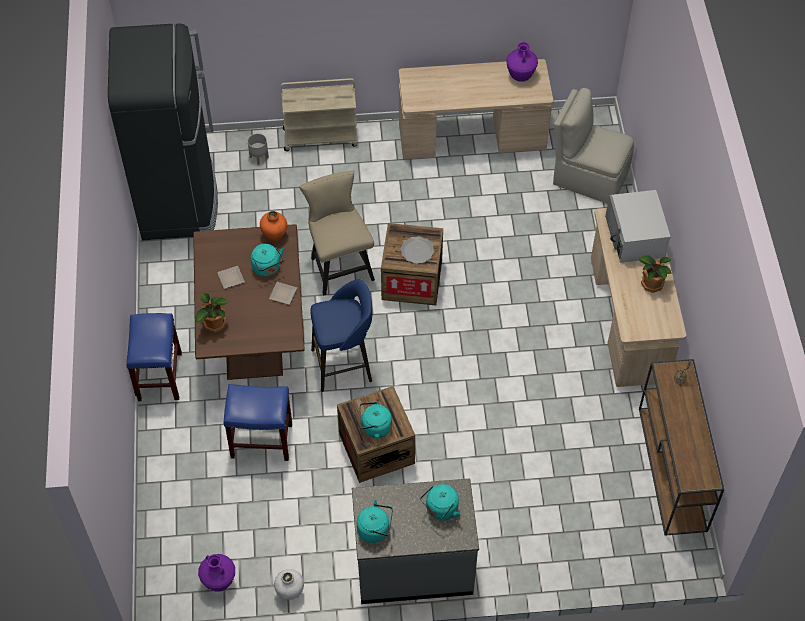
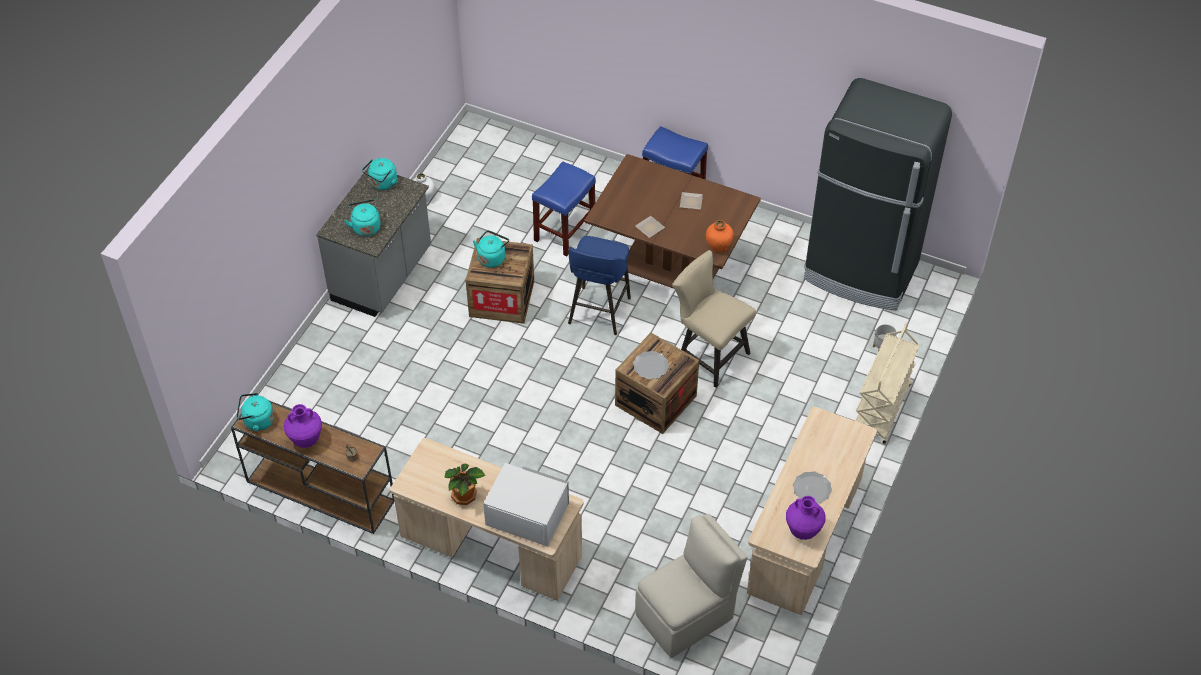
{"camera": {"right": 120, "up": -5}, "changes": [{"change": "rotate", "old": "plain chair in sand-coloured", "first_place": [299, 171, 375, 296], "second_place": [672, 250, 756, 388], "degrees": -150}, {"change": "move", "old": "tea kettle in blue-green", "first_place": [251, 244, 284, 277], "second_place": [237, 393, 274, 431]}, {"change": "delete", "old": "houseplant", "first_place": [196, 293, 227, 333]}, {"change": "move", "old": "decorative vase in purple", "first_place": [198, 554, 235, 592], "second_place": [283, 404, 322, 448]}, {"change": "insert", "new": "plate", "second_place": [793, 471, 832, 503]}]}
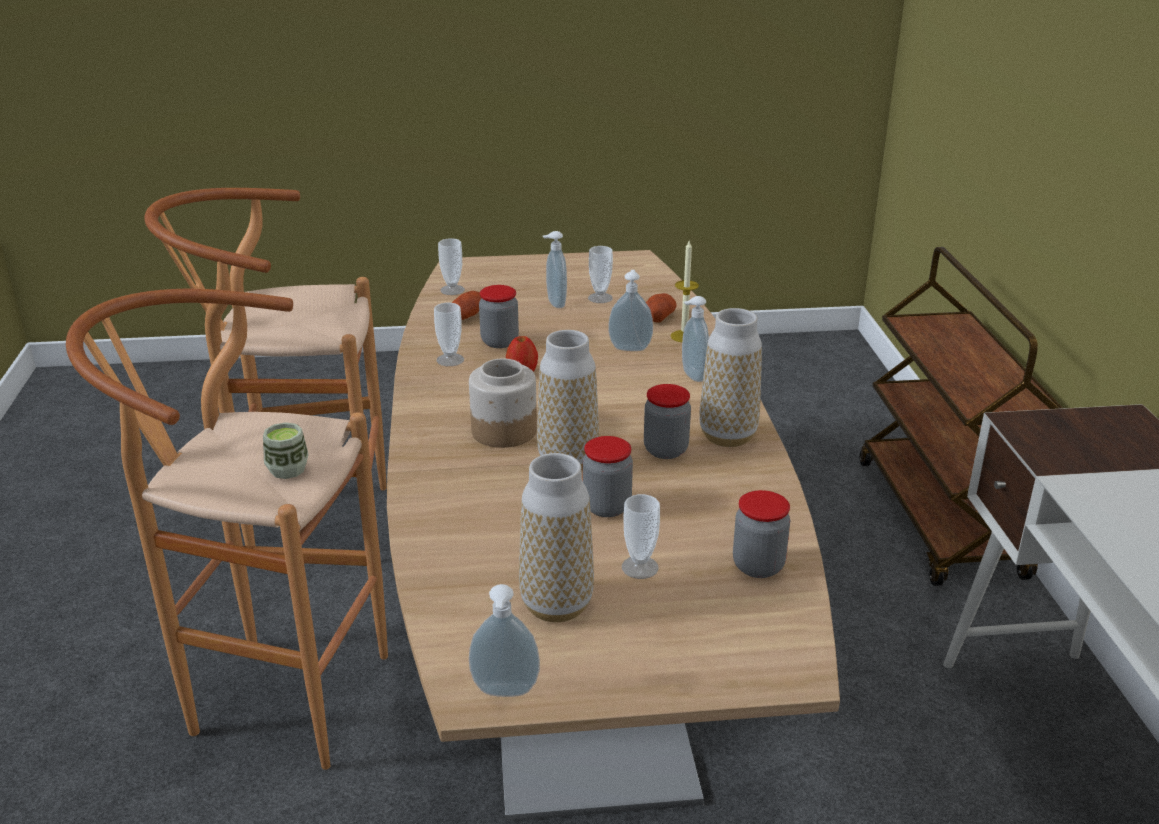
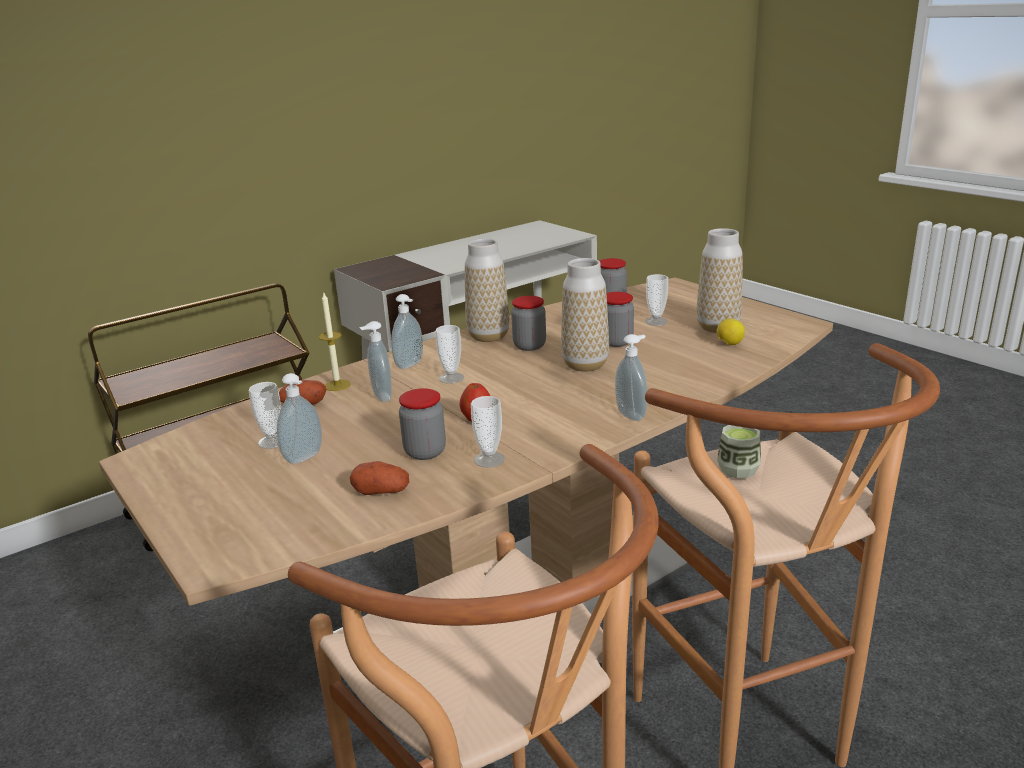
{"camera": {"right": -120, "up": -5}, "changes": [{"change": "move", "old": "small cup", "first_place": [438, 238, 465, 295], "second_place": [435, 325, 464, 384]}, {"change": "delete", "old": "storage jar", "first_place": [469, 358, 537, 448]}, {"change": "move", "old": "soap dispenser", "first_place": [469, 584, 540, 697], "second_place": [615, 334, 647, 421]}, {"change": "insert", "new": "lemon", "second_place": [716, 318, 745, 345]}]}
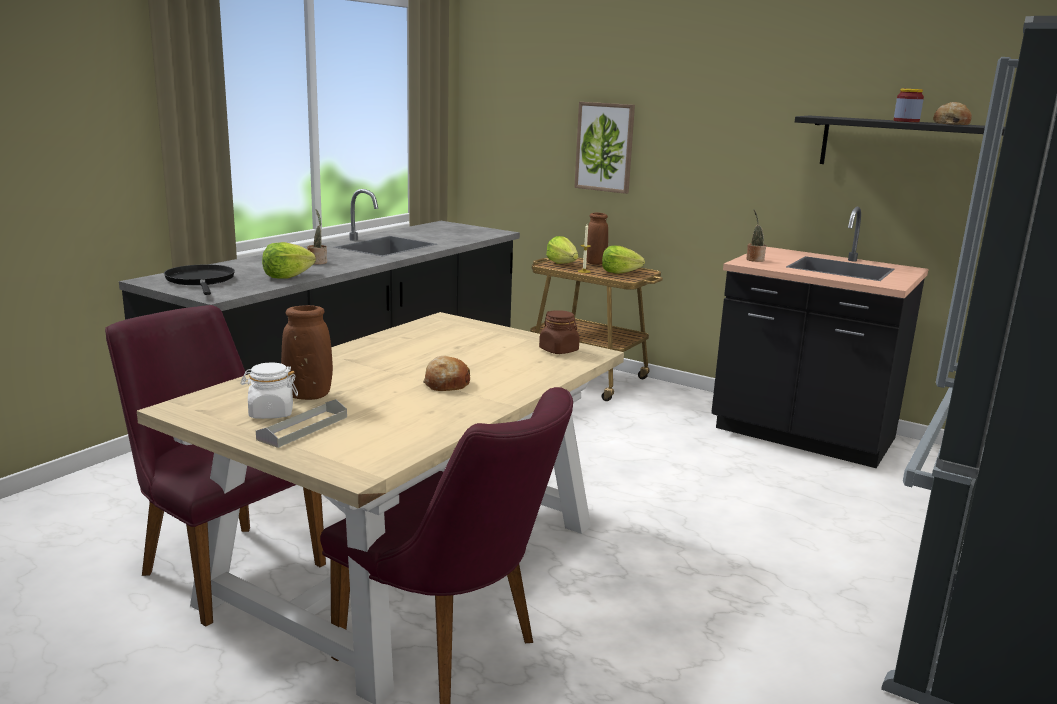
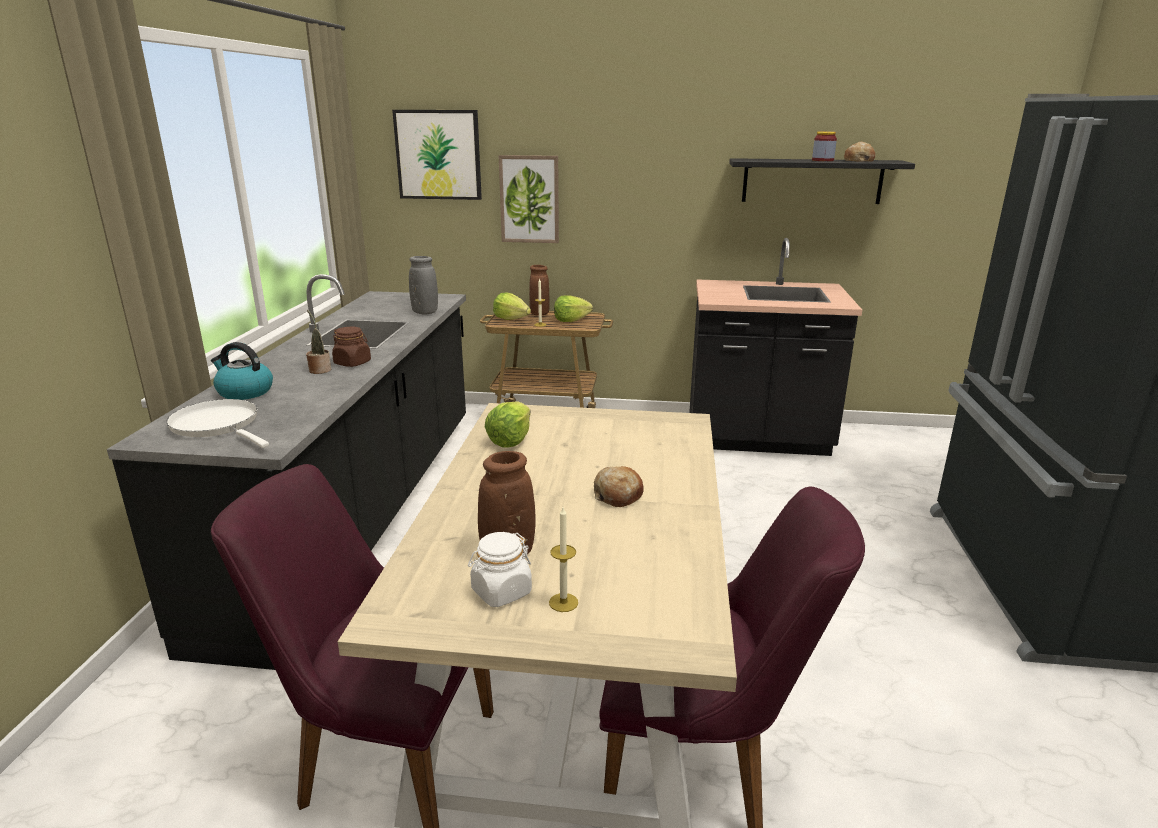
{"camera": {"right": -25, "up": 5}, "changes": [{"change": "delete", "old": "houseplant", "first_place": [746, 209, 766, 262]}, {"change": "move", "old": "lettuce", "first_place": [262, 242, 316, 279], "second_place": [485, 401, 531, 448]}, {"change": "recolor", "old": "skillet in black", "new": "skillet in white", "first_place": [164, 265, 235, 295], "second_place": [166, 399, 269, 448]}, {"change": "move", "old": "storage jar in brown", "first_place": [539, 310, 580, 354], "second_place": [332, 327, 371, 367]}, {"change": "replace", "old": "tray in greyish", "new": "wax candle", "first_place": [256, 399, 347, 448], "second_place": [549, 507, 578, 612]}, {"change": "insert", "new": "picture", "second_place": [392, 110, 482, 200]}, {"change": "insert", "new": "decorative vase in greyish", "second_place": [409, 256, 438, 315]}, {"change": "insert", "new": "tea kettle", "second_place": [211, 342, 273, 400]}]}
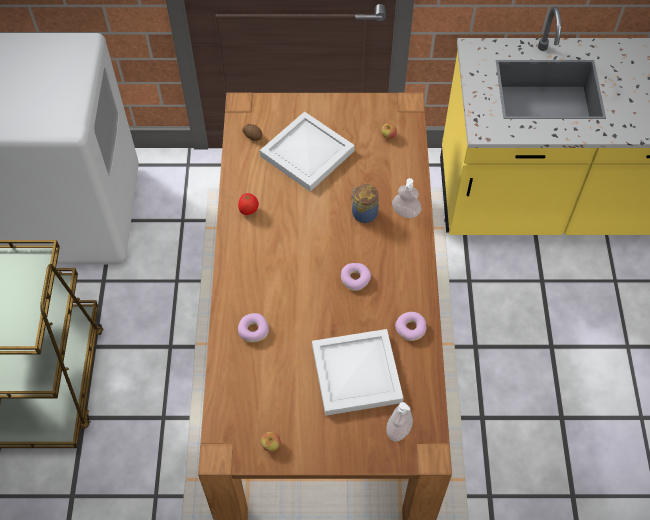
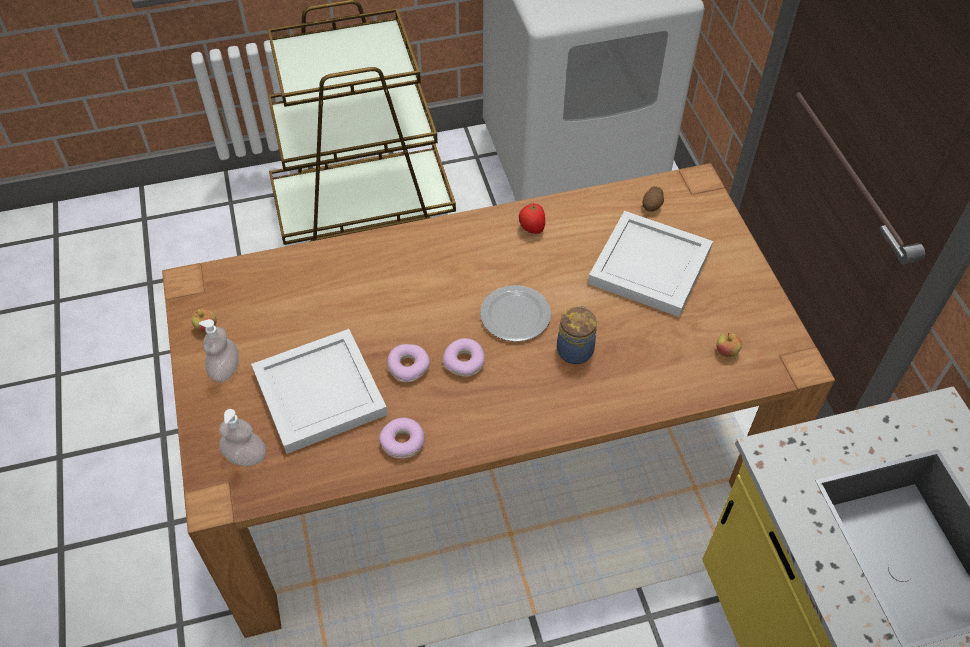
{"camera": {"right": 75, "up": -5}, "changes": [{"change": "move", "old": "soap dispenser", "first_place": [392, 178, 422, 218], "second_place": [199, 319, 239, 382]}, {"change": "move", "old": "donut", "first_place": [238, 313, 269, 342], "second_place": [387, 344, 430, 383]}, {"change": "insert", "new": "plate", "second_place": [480, 285, 551, 342]}]}
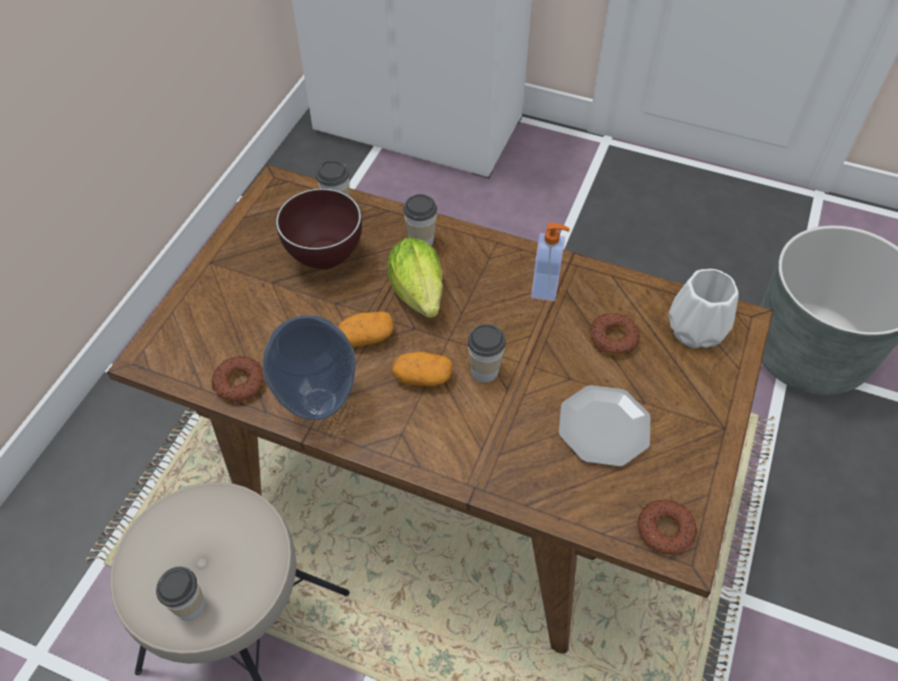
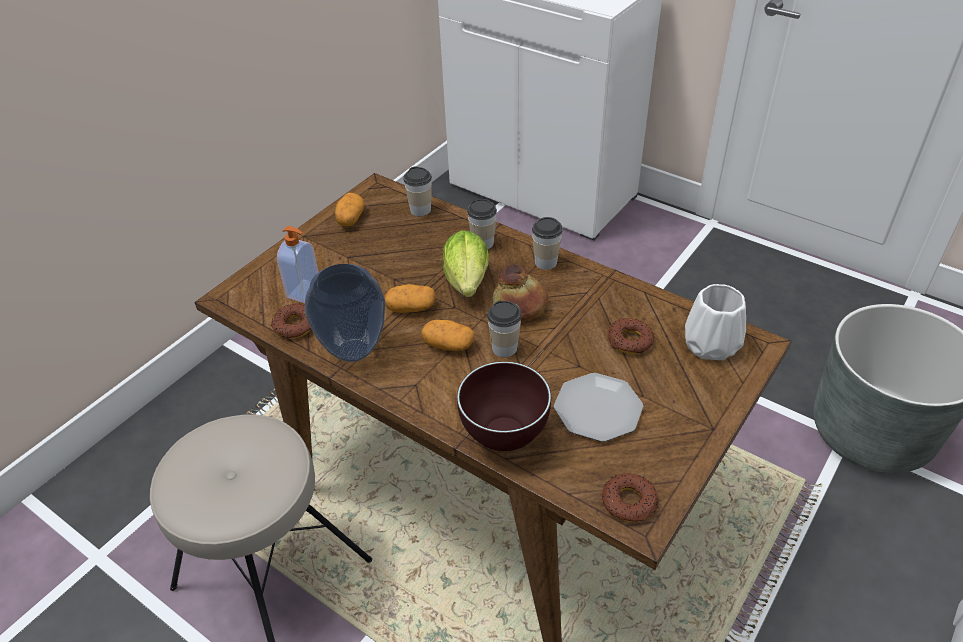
{"camera": {"right": 15, "up": -10}, "changes": [{"change": "move", "old": "deep dish in brown", "first_place": [276, 188, 362, 269], "second_place": [457, 362, 551, 451]}, {"change": "move", "old": "soap dispenser", "first_place": [531, 223, 570, 302], "second_place": [277, 226, 318, 303]}, {"change": "move", "old": "small cup", "first_place": [156, 567, 205, 621], "second_place": [532, 217, 563, 270]}, {"change": "insert", "new": "potato", "second_place": [335, 193, 364, 226]}, {"change": "insert", "new": "bakery bread", "second_place": [492, 264, 548, 321]}]}
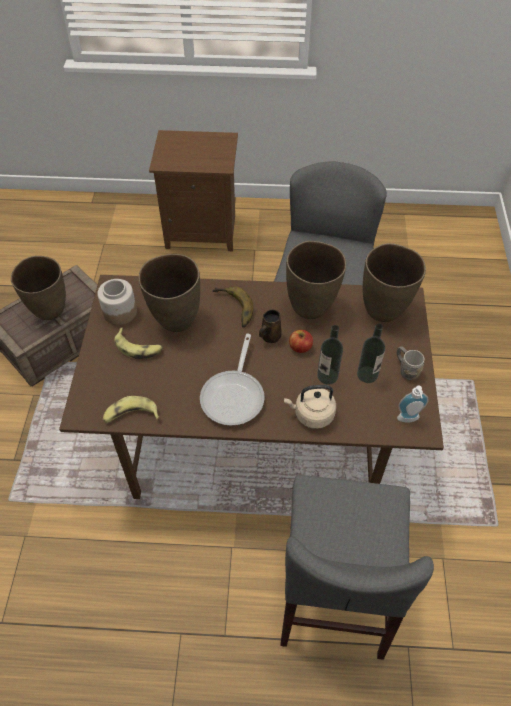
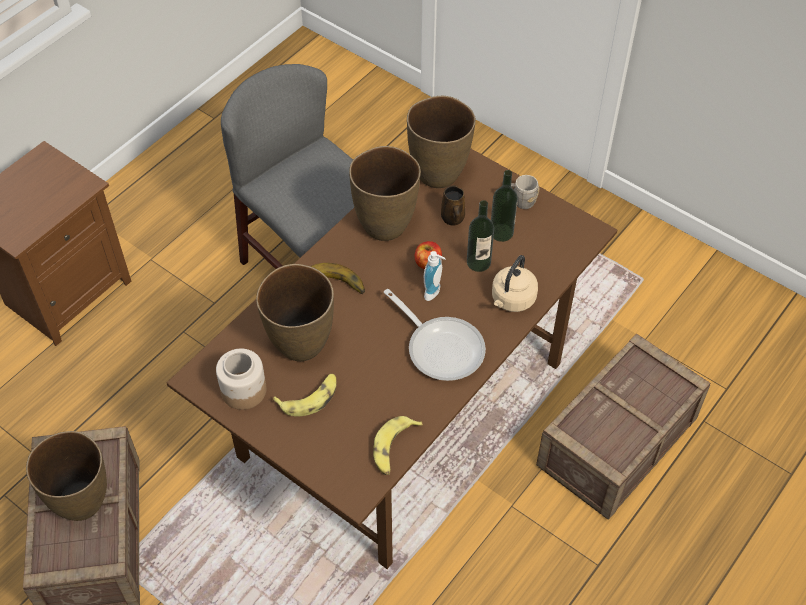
{"camera": {"right": -55, "up": 0}, "changes": [{"change": "move", "old": "coffee mug in brown", "first_place": [259, 309, 282, 343], "second_place": [441, 185, 465, 226]}, {"change": "move", "old": "soap dispenser", "first_place": [397, 385, 429, 423], "second_place": [424, 251, 446, 301]}, {"change": "replace", "old": "plain chair in greyish", "new": "packing crate", "first_place": [280, 475, 434, 660], "second_place": [536, 333, 710, 520]}]}
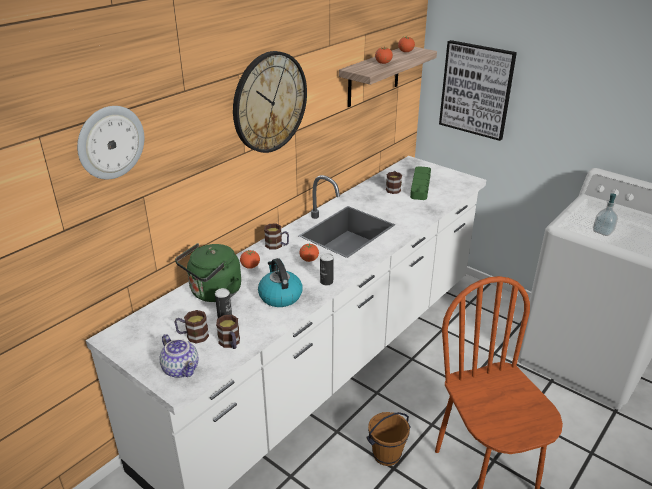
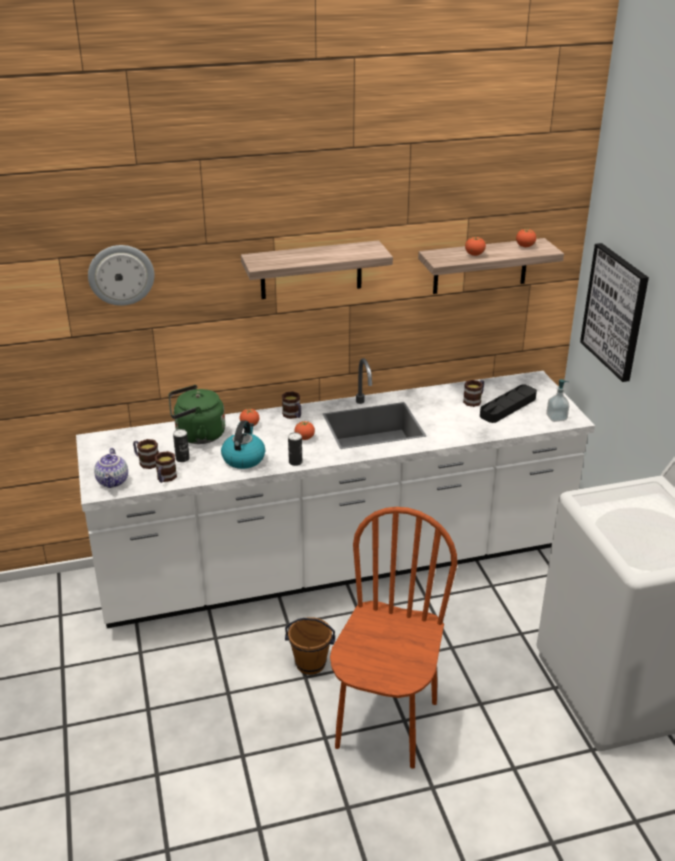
{"camera": {"right": 35, "up": 0}, "changes": [{"change": "replace", "old": "clock on the wall", "new": "shelf", "first_place": [233, 51, 307, 153], "second_place": [241, 240, 393, 299]}, {"change": "recolor", "old": "tray in green-coloured", "new": "tray in black", "first_place": [410, 166, 431, 200], "second_place": [480, 385, 537, 423]}, {"change": "move", "old": "soap dispenser", "first_place": [593, 193, 618, 236], "second_place": [546, 379, 569, 422]}]}
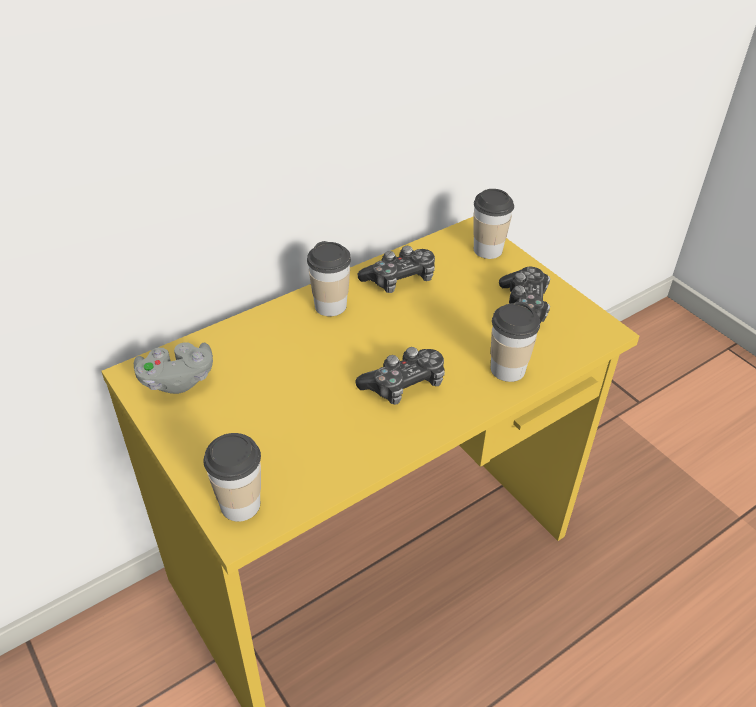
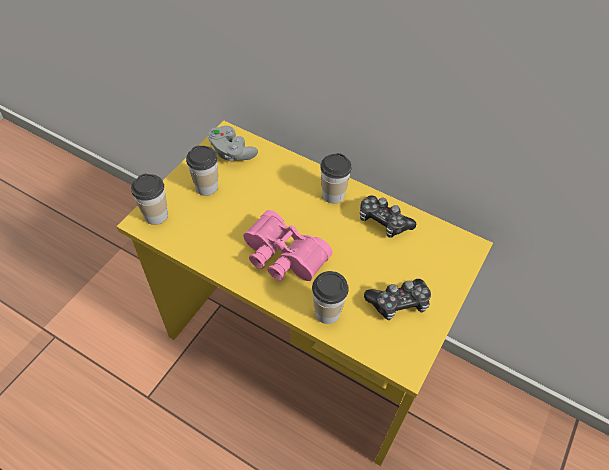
{"camera": {"right": 65, "up": 10}, "changes": [{"change": "move", "old": "small cup", "first_place": [473, 189, 514, 259], "second_place": [186, 146, 218, 196]}, {"change": "replace", "old": "game controller", "new": "binoculars in pink-coloured", "first_place": [356, 347, 445, 405], "second_place": [243, 210, 333, 281]}]}
